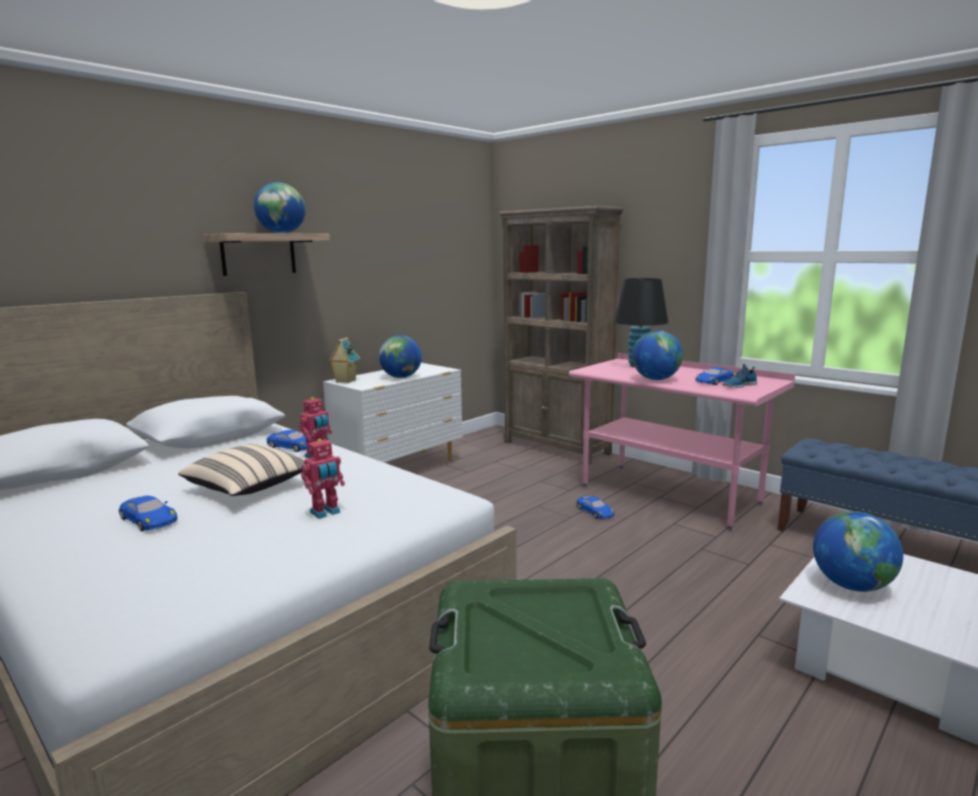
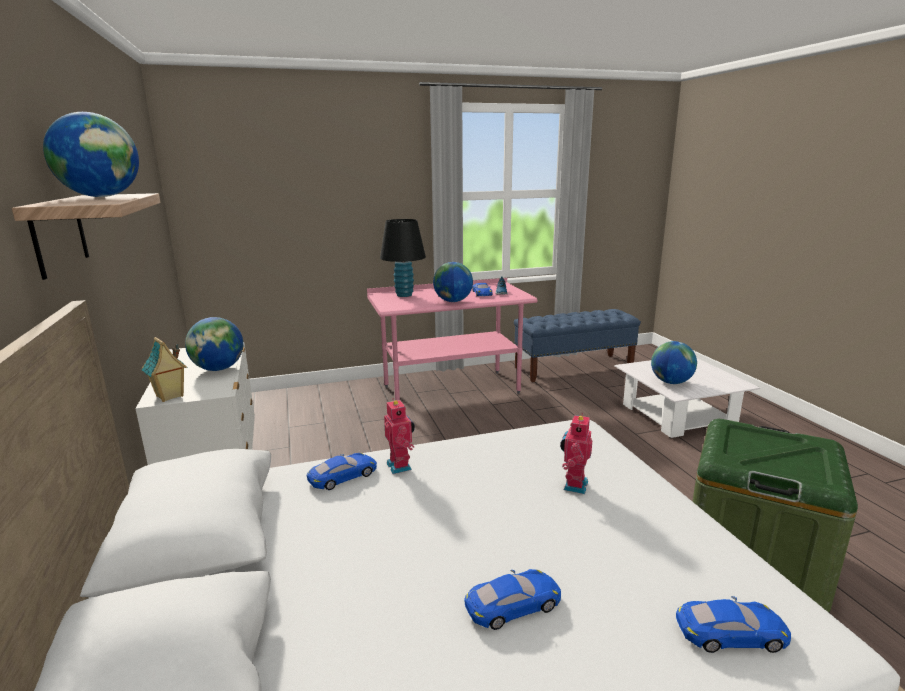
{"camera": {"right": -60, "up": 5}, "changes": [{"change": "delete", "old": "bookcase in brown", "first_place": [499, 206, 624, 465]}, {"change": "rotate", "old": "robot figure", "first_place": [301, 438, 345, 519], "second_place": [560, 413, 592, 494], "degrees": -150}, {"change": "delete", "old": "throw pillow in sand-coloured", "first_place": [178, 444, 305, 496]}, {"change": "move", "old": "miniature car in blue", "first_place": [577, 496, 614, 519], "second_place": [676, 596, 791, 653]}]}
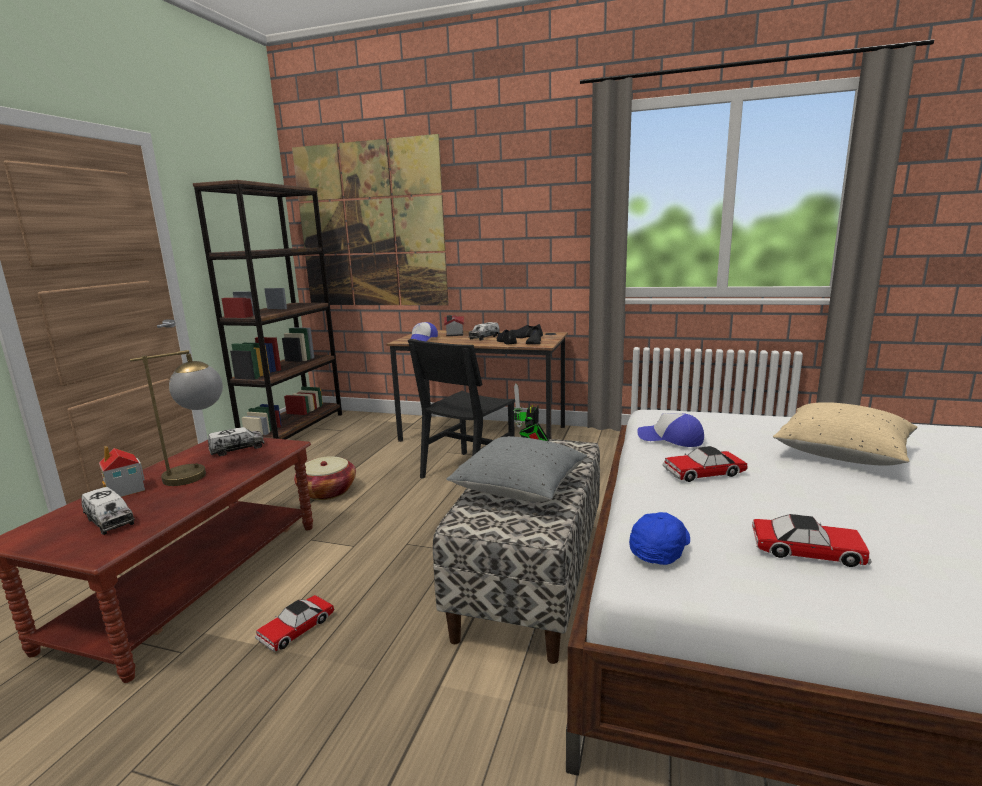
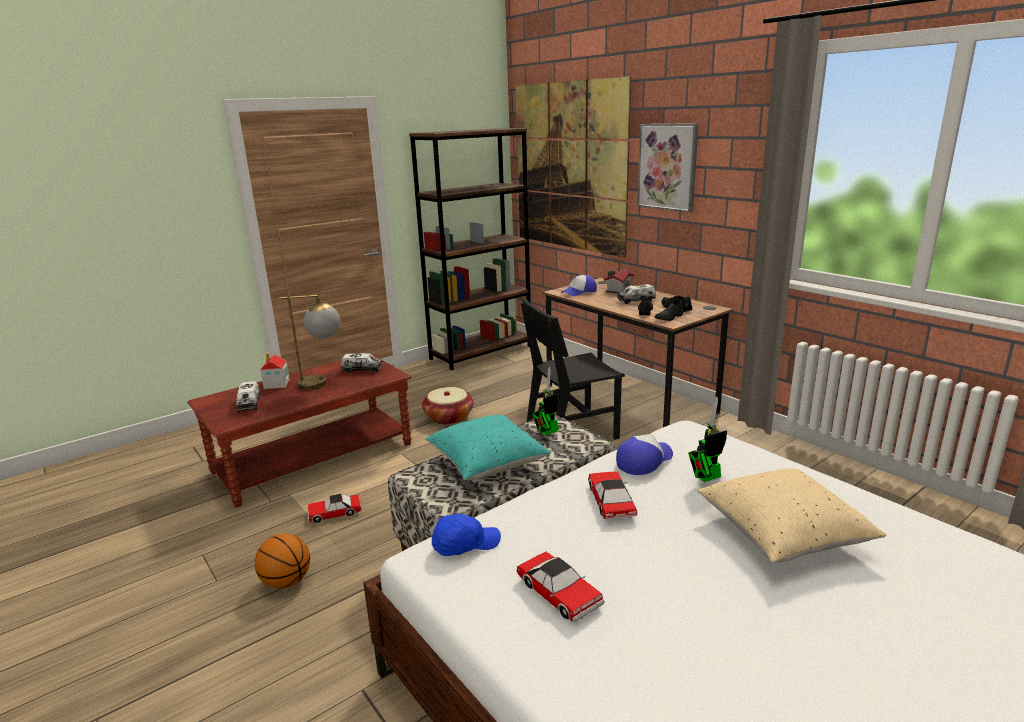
{"camera": {"right": 35, "up": 5}, "changes": [{"change": "rotate", "old": "peaked cap", "first_place": [637, 413, 704, 447], "second_place": [616, 434, 673, 475], "degrees": 75}, {"change": "recolor", "old": "throw pillow in greyish", "new": "throw pillow in blue-green", "first_place": [447, 437, 587, 502], "second_place": [425, 415, 551, 480]}, {"change": "rotate", "old": "miniature car", "first_place": [662, 446, 748, 482], "second_place": [588, 471, 637, 519], "degrees": 60}, {"change": "insert", "new": "picture", "second_place": [637, 123, 699, 212]}, {"change": "insert", "new": "robot figure", "second_place": [688, 396, 727, 482]}, {"change": "insert", "new": "ball for basketball", "second_place": [255, 533, 310, 588]}]}
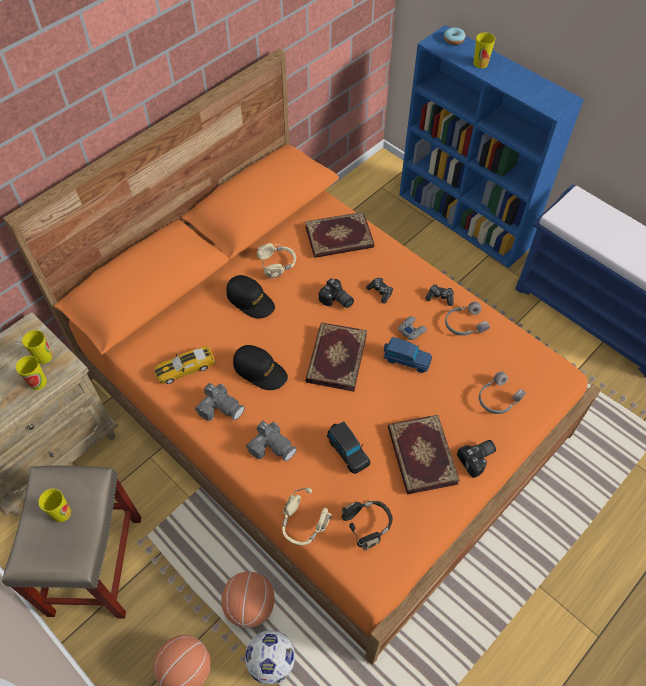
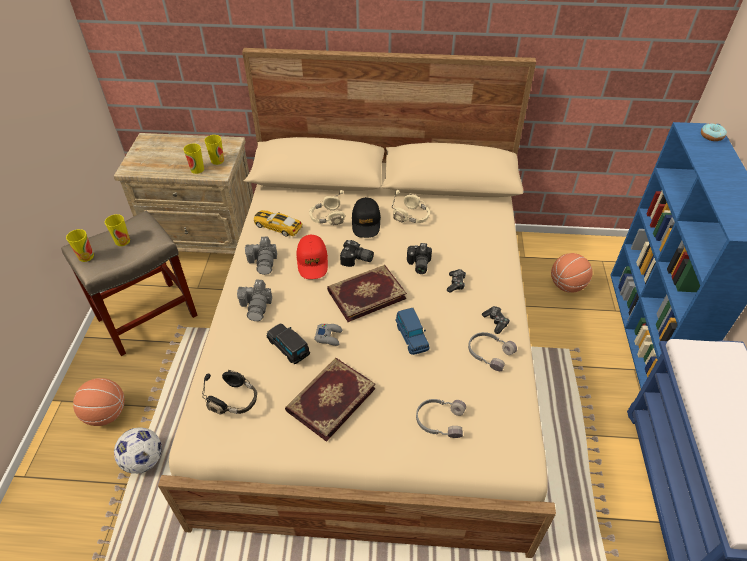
{"camera": {"right": 50, "up": -10}, "changes": [{"change": "move", "old": "small cup", "first_place": [473, 33, 495, 68], "second_place": [66, 229, 94, 262]}, {"change": "recolor", "old": "bedroom bed in orange", "new": "bedroom bed in sand-coloured", "first_place": [3, 49, 601, 665], "second_place": [158, 48, 556, 558]}, {"change": "delete", "old": "volume", "first_place": [305, 212, 374, 258]}, {"change": "move", "old": "game controller in greyish", "first_place": [398, 316, 427, 340], "second_place": [314, 324, 342, 346]}, {"change": "recolor", "old": "peaked cap in black", "new": "peaked cap in red-coloured", "first_place": [233, 345, 288, 390], "second_place": [296, 234, 328, 279]}, {"change": "rotate", "old": "miniature car in black", "first_place": [327, 421, 371, 474], "second_place": [266, 323, 310, 364], "degrees": 120}, {"change": "move", "old": "photo camera", "first_place": [457, 440, 496, 478], "second_place": [340, 240, 374, 267]}, {"change": "move", "old": "headset in sand-coloured", "first_place": [282, 487, 332, 546], "second_place": [309, 190, 345, 225]}, {"change": "move", "old": "ball for basketball", "first_place": [221, 572, 274, 628], "second_place": [551, 253, 592, 293]}]}
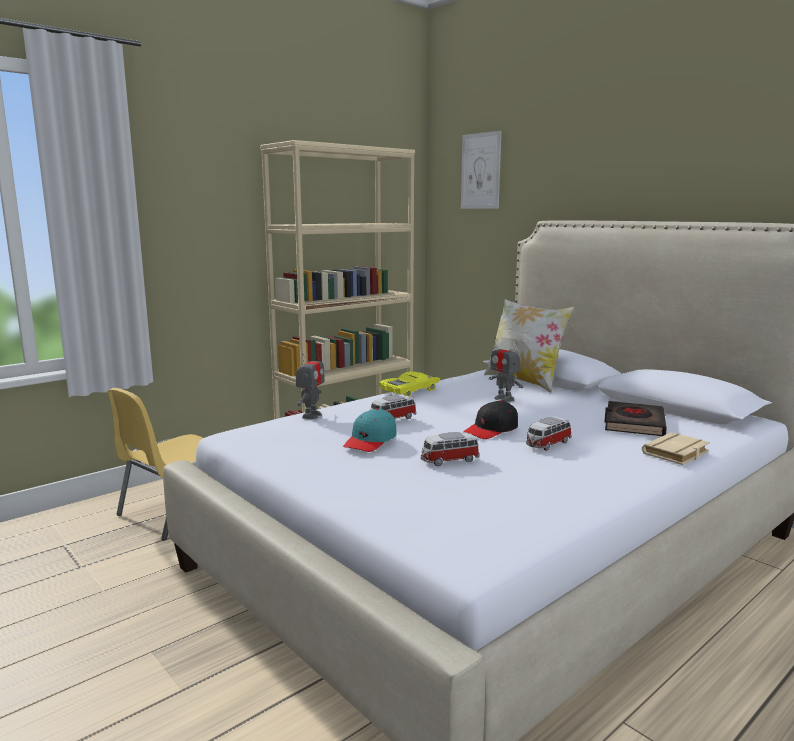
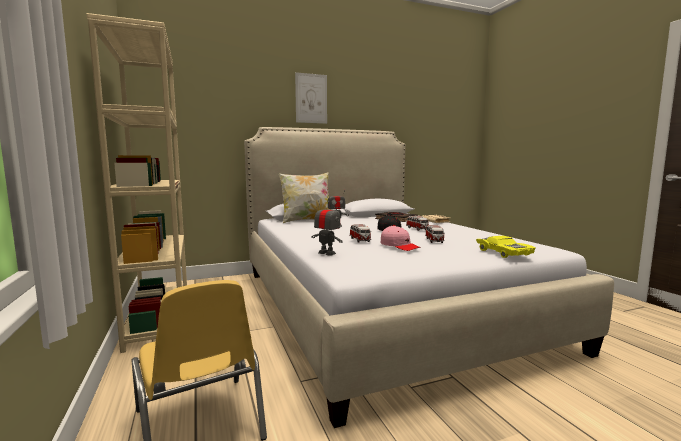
{"camera": {"right": -70, "up": -5}, "changes": [{"change": "move", "old": "picture", "first_place": [461, 131, 501, 209], "second_place": [295, 72, 327, 124]}, {"change": "move", "old": "miniature car in yellow", "first_place": [379, 371, 440, 397], "second_place": [476, 236, 536, 258]}, {"change": "recolor", "old": "peaked cap in blue-green", "new": "peaked cap in pink-coloured", "first_place": [343, 408, 397, 452], "second_place": [381, 225, 421, 251]}]}
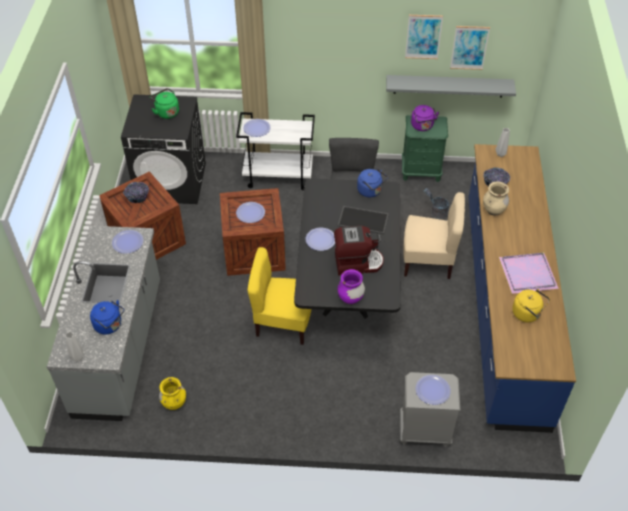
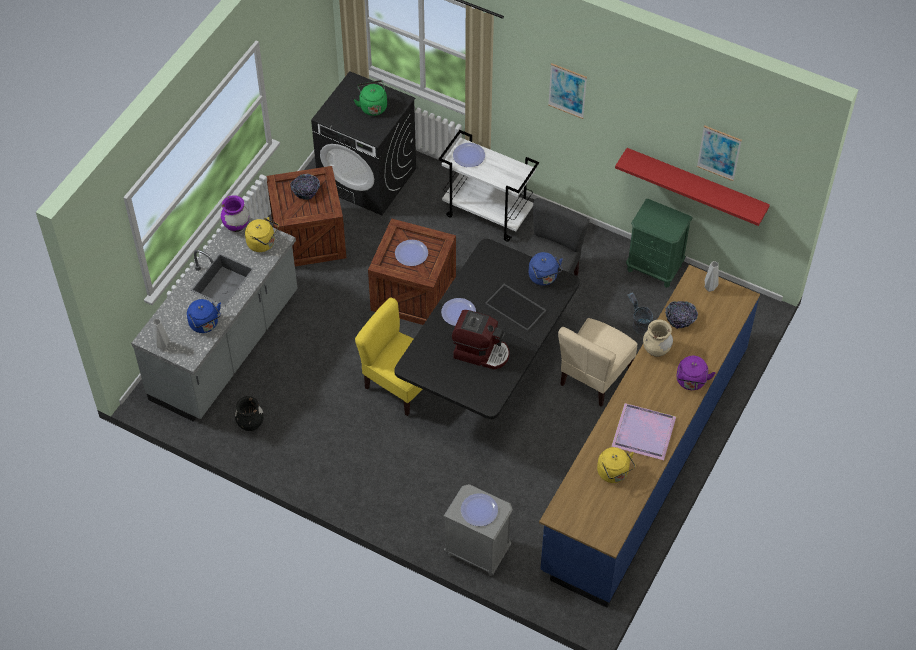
{"camera": {"right": 25, "up": 5}, "changes": [{"change": "move", "old": "picture", "first_place": [405, 15, 443, 59], "second_place": [548, 63, 587, 119]}, {"change": "recolor", "old": "shelf in greyish", "new": "shelf in red-coloured", "first_place": [386, 75, 516, 98], "second_place": [615, 148, 770, 226]}, {"change": "move", "old": "tea kettle in purple", "first_place": [411, 105, 439, 131], "second_place": [677, 356, 715, 390]}, {"change": "rotate", "old": "plain chair in sand-coloured", "first_place": [403, 192, 465, 279], "second_place": [558, 318, 638, 407], "degrees": 90}, {"change": "replace", "old": "plate", "new": "tea kettle in yellow", "first_place": [112, 230, 143, 254], "second_place": [245, 217, 279, 252]}, {"change": "move", "old": "decorative vase in purple", "first_place": [338, 269, 365, 305], "second_place": [221, 195, 249, 232]}, {"change": "recolor", "old": "decorative vase in yellow", "new": "decorative vase in black", "first_place": [159, 377, 186, 410], "second_place": [235, 396, 264, 431]}]}
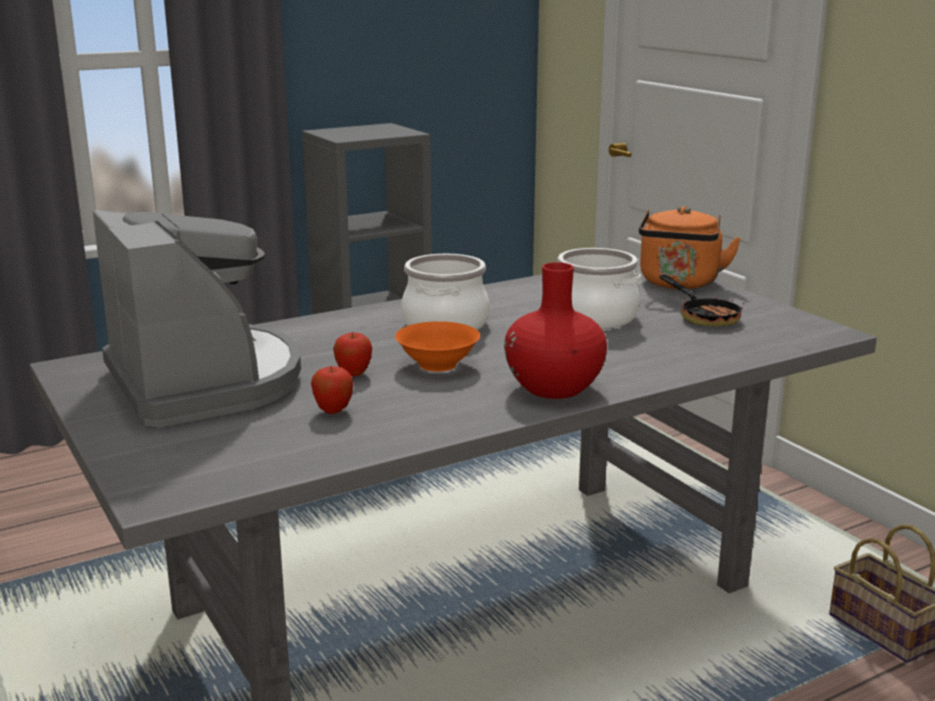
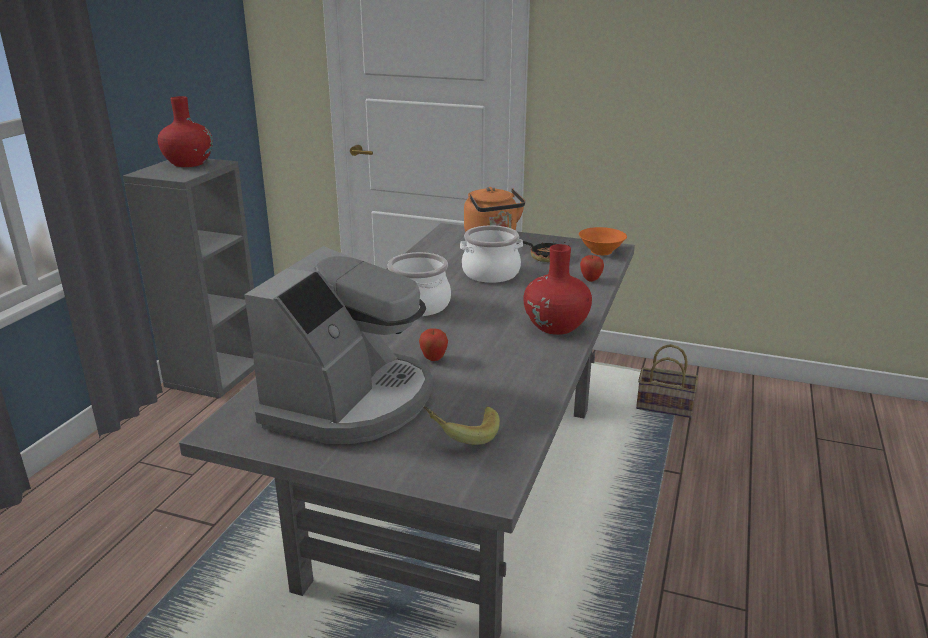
{"camera": {"right": -40, "up": 5}, "changes": [{"change": "rotate", "old": "coffee brewer", "first_place": [93, 210, 301, 427], "second_place": [244, 246, 433, 444], "degrees": 90}, {"change": "move", "old": "deep dish in orange", "first_place": [395, 321, 480, 372], "second_place": [579, 227, 627, 255]}, {"change": "move", "old": "apple", "first_place": [311, 366, 353, 414], "second_place": [580, 255, 604, 282]}, {"change": "insert", "new": "decorative vase in red-coloured", "second_place": [158, 96, 213, 167]}, {"change": "insert", "new": "banana", "second_place": [423, 407, 500, 445]}]}
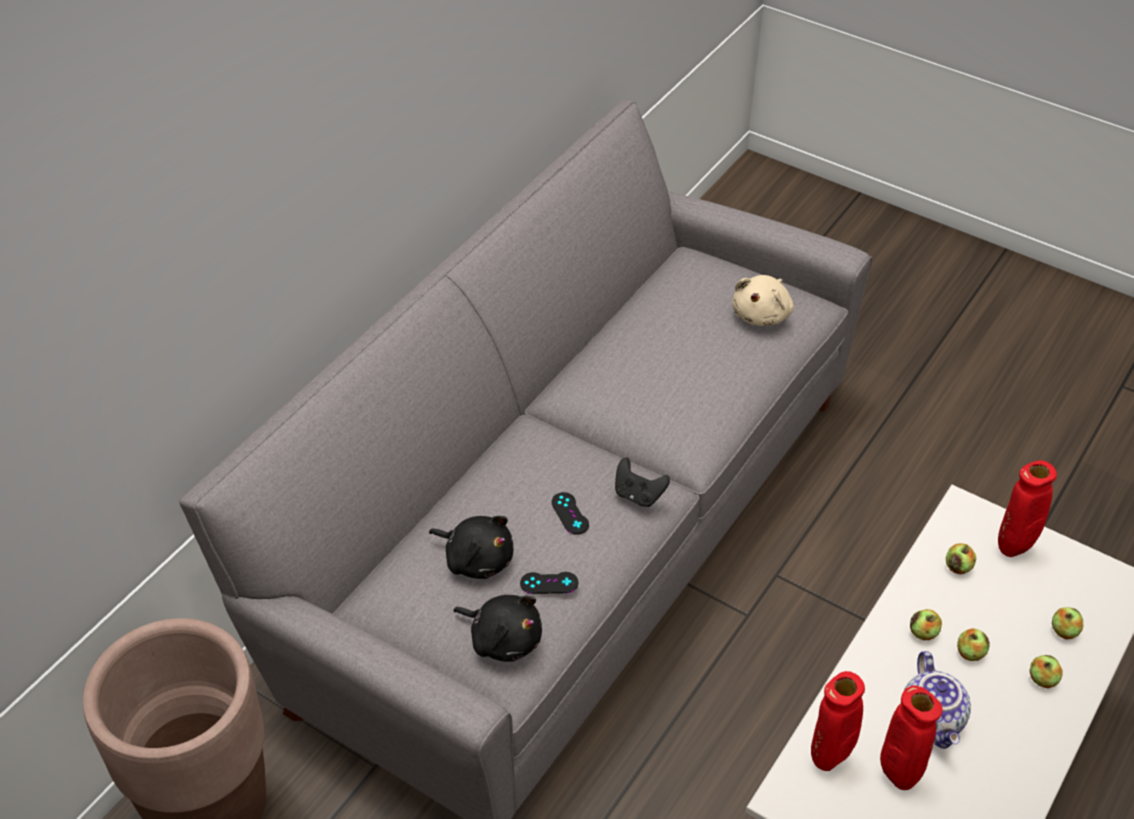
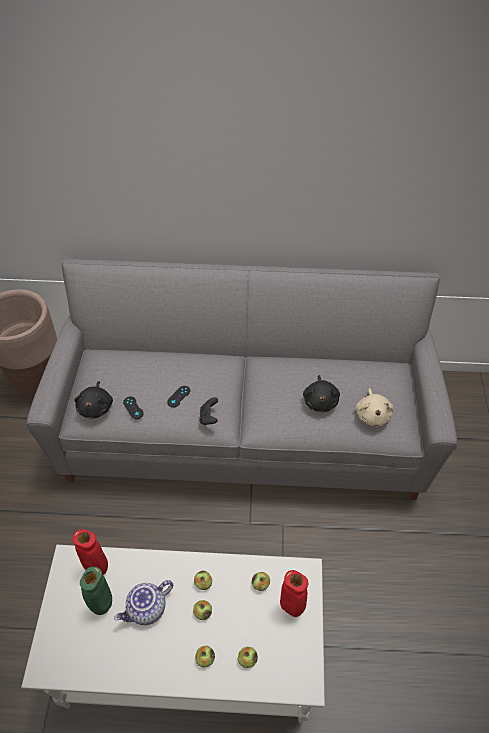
{"camera": {"right": 60, "up": 5}, "changes": [{"change": "rotate", "old": "soft toy in sand-coloured", "first_place": [732, 275, 794, 326], "second_place": [355, 388, 393, 427], "degrees": -90}, {"change": "move", "old": "soft toy in black", "first_place": [429, 516, 513, 579], "second_place": [303, 375, 340, 412]}, {"change": "recolor", "old": "decorative vase in red-coloured", "new": "decorative vase in green-coloured", "first_place": [880, 686, 943, 790], "second_place": [80, 567, 112, 615]}]}
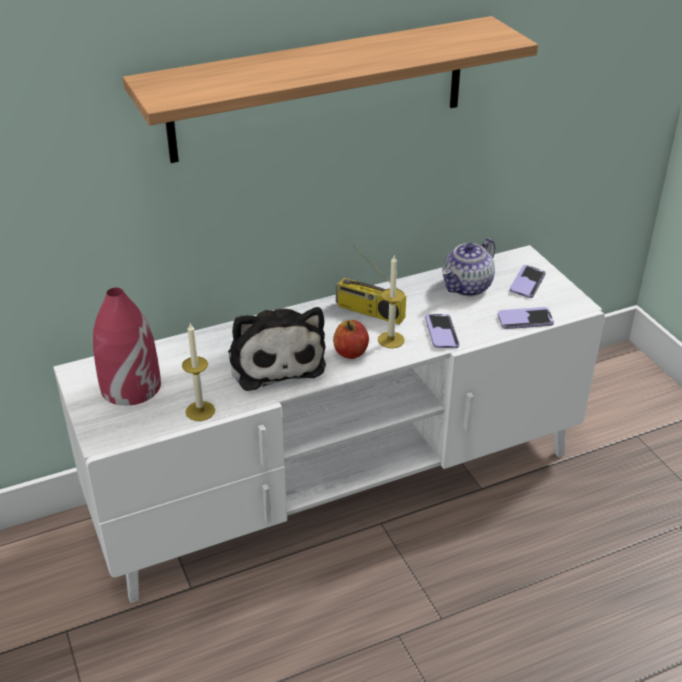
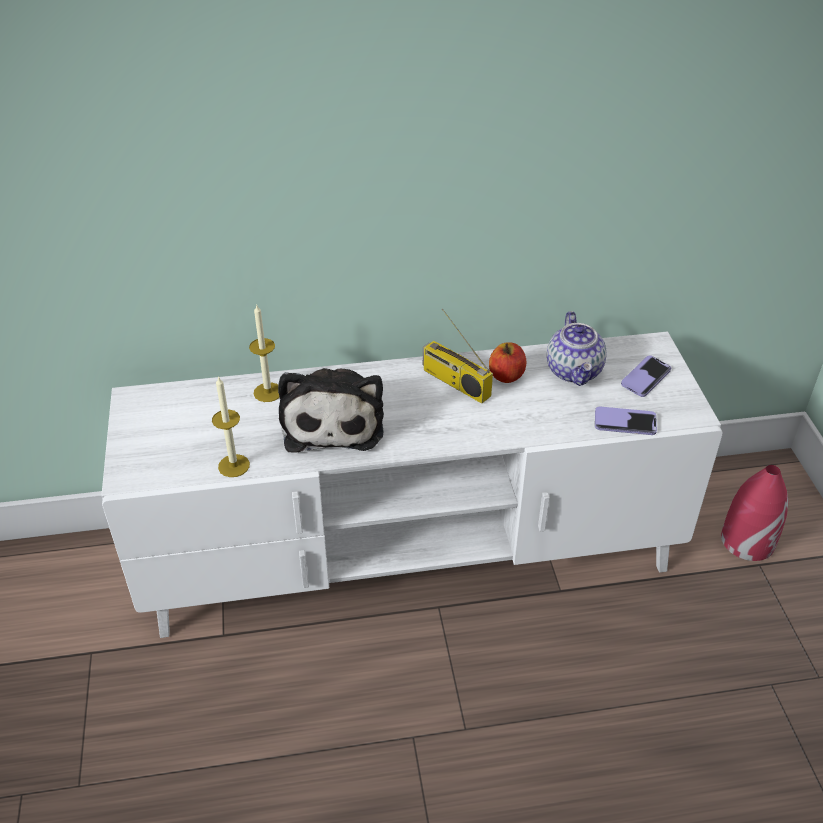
{"camera": {"right": 15, "up": 5}, "changes": [{"change": "delete", "old": "shelf", "first_place": [123, 16, 538, 163]}, {"change": "rotate", "old": "tea pot", "first_place": [442, 238, 495, 296], "second_place": [547, 311, 607, 386], "degrees": -60}, {"change": "move", "old": "wax candle", "first_place": [378, 255, 405, 348], "second_place": [249, 304, 280, 402]}, {"change": "move", "old": "decorative vase in red-coloured", "first_place": [93, 288, 161, 406], "second_place": [721, 465, 789, 561]}, {"change": "delete", "old": "telephone", "first_place": [425, 314, 459, 348]}, {"change": "move", "old": "apple", "first_place": [333, 320, 369, 359], "second_place": [489, 343, 526, 383]}]}
